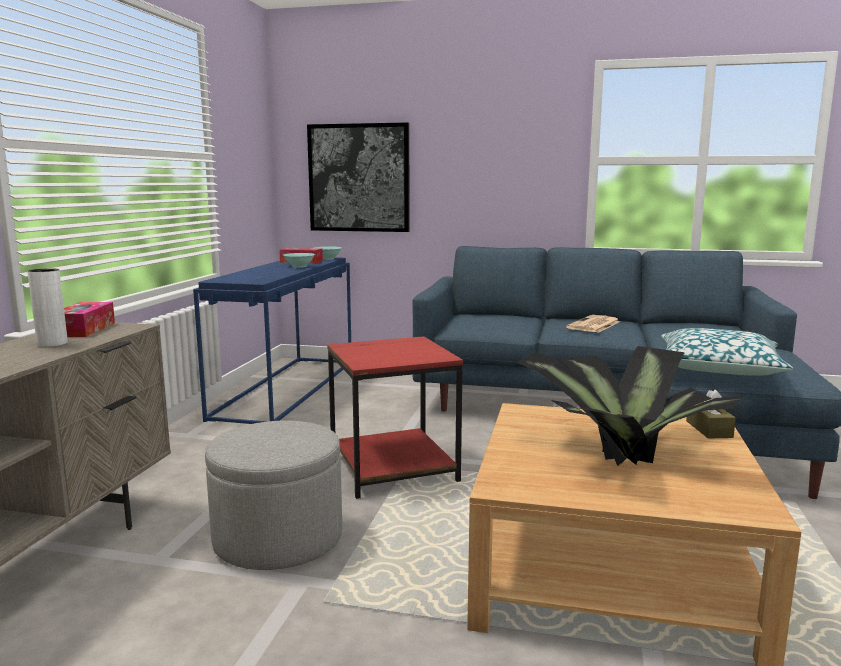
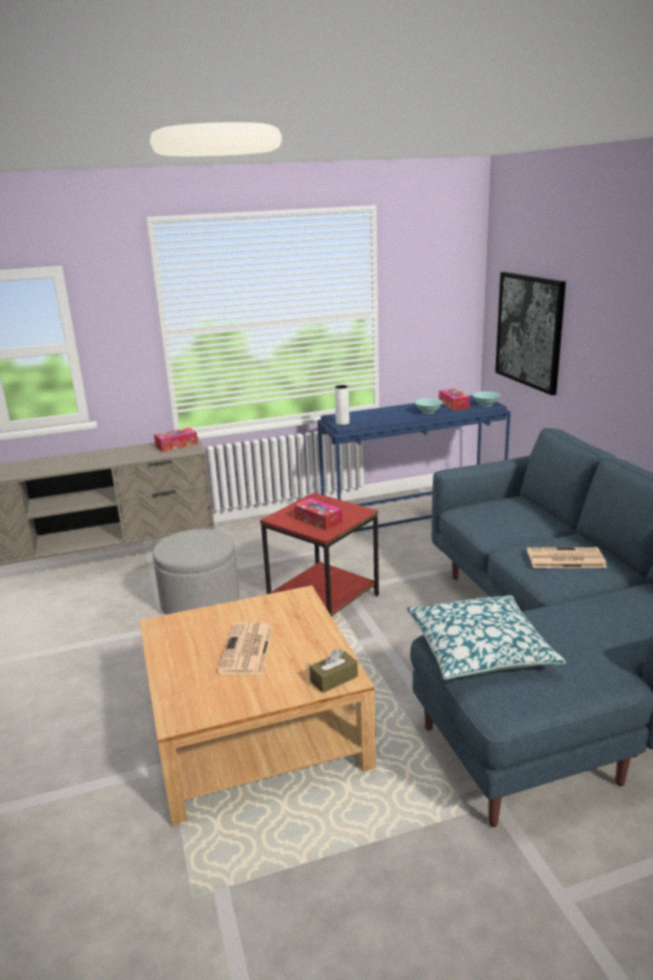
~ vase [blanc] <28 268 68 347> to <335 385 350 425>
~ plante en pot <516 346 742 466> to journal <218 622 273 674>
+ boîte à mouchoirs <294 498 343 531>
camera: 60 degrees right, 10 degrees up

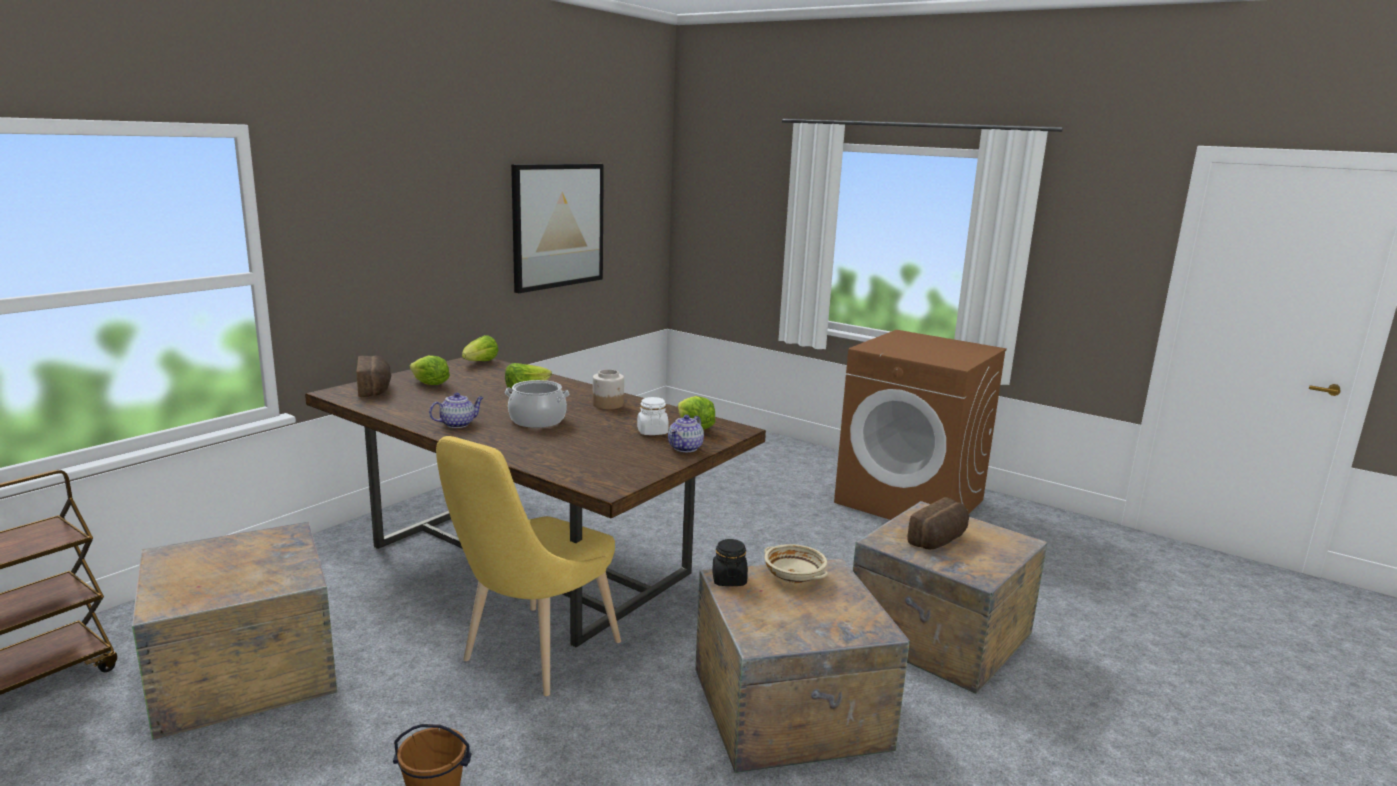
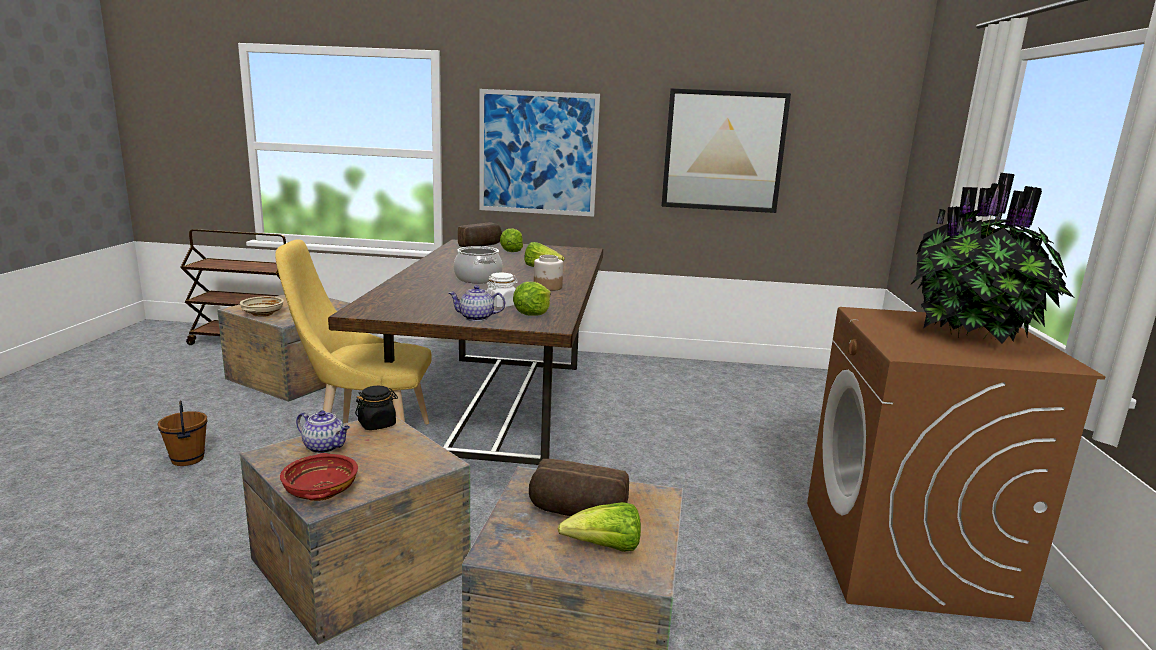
~ laitue <462 335 498 361> to <558 502 641 552>
~ théière <429 392 484 428> to <296 411 350 453>
~ bol [beige] <764 544 828 584> to <240 296 284 317>
+ tableau <479 89 600 217>
+ plante en pot <910 173 1075 344>
+ bol [rouge] <280 453 358 501>
camera: 60 degrees right, 0 degrees up

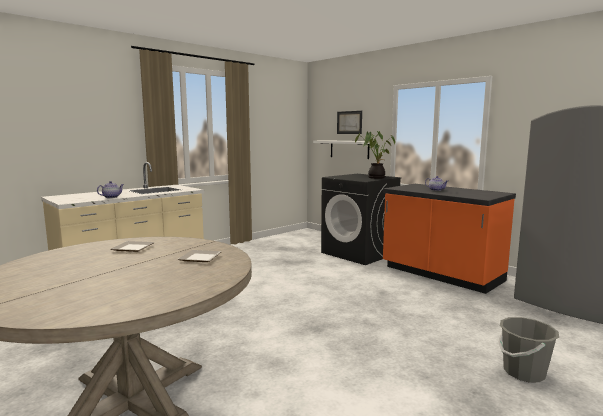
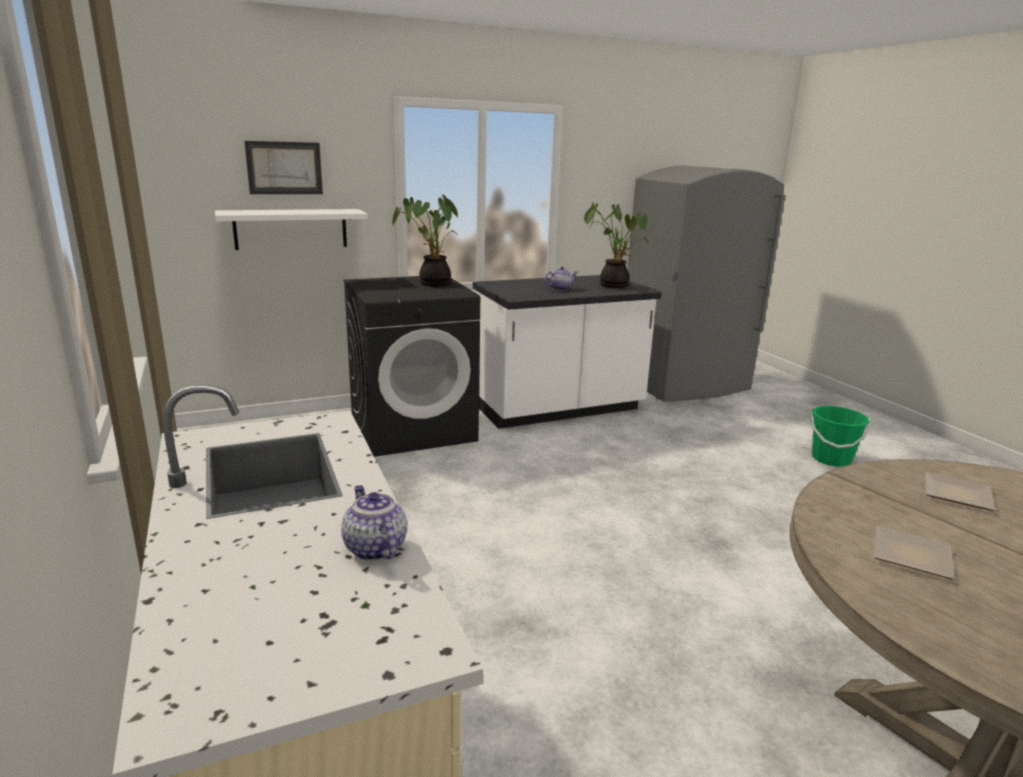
~ comptoir de cuisine [orange] <383 184 516 294> to comptoir de cuisine [blanc] <473 275 662 429>
~ seau [gris] <498 317 559 382> to seau [vert] <810 406 870 467>
+ plante en pot <584 202 649 288>
camera: 70 degrees left, 10 degrees up

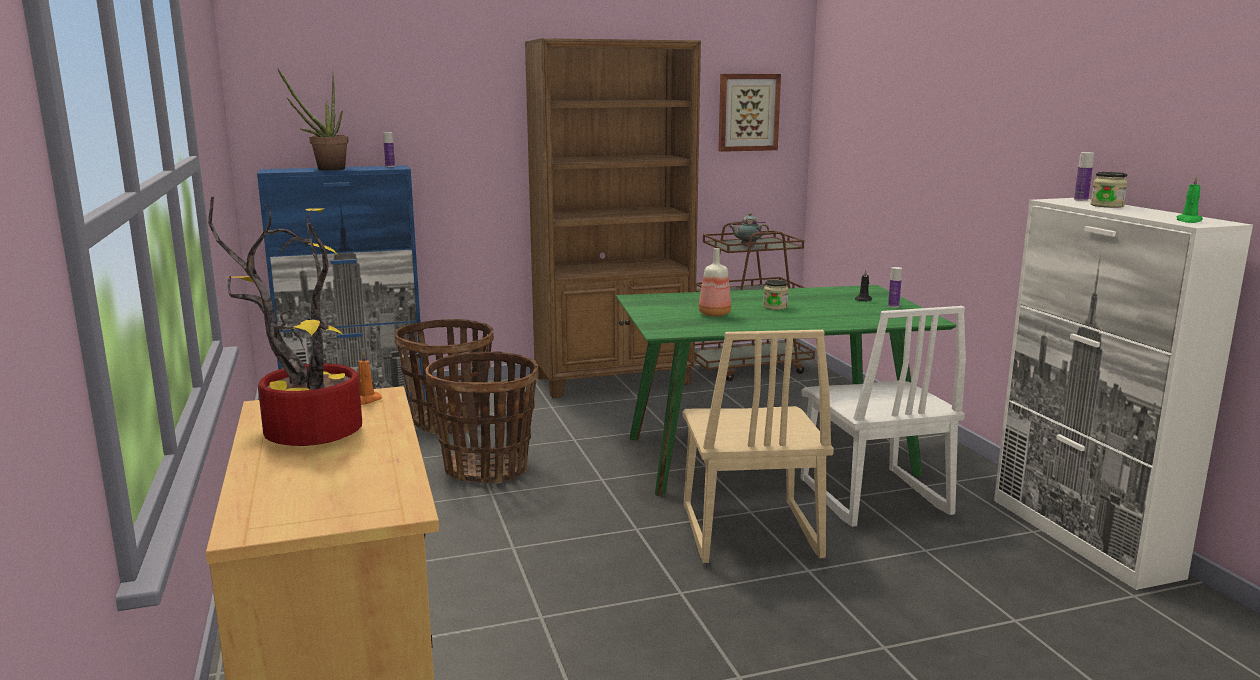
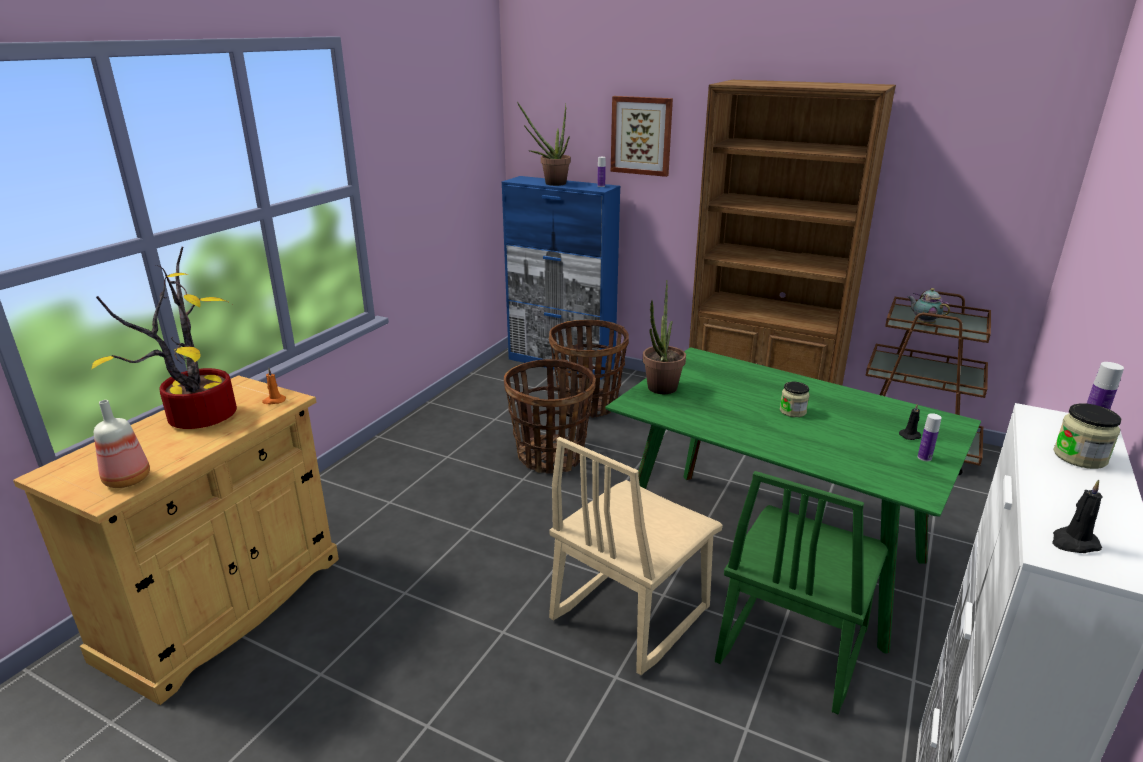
~ tableau <718 74 781 152> to <611 96 673 177>
~ bougie [vert] <1176 175 1203 223> to bougie [noir] <1052 480 1103 553>
~ bouteille <699 248 731 317> to <94 400 150 488>
~ chaise [blanc] <801 306 966 527> to chaise [vert] <715 471 888 714>
+ plante en pot <643 280 686 394>
camera: 45 degrees right, 10 degrees up

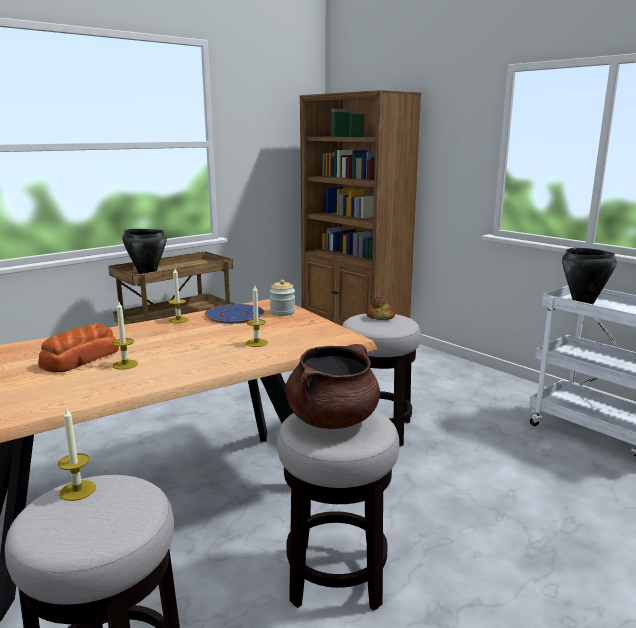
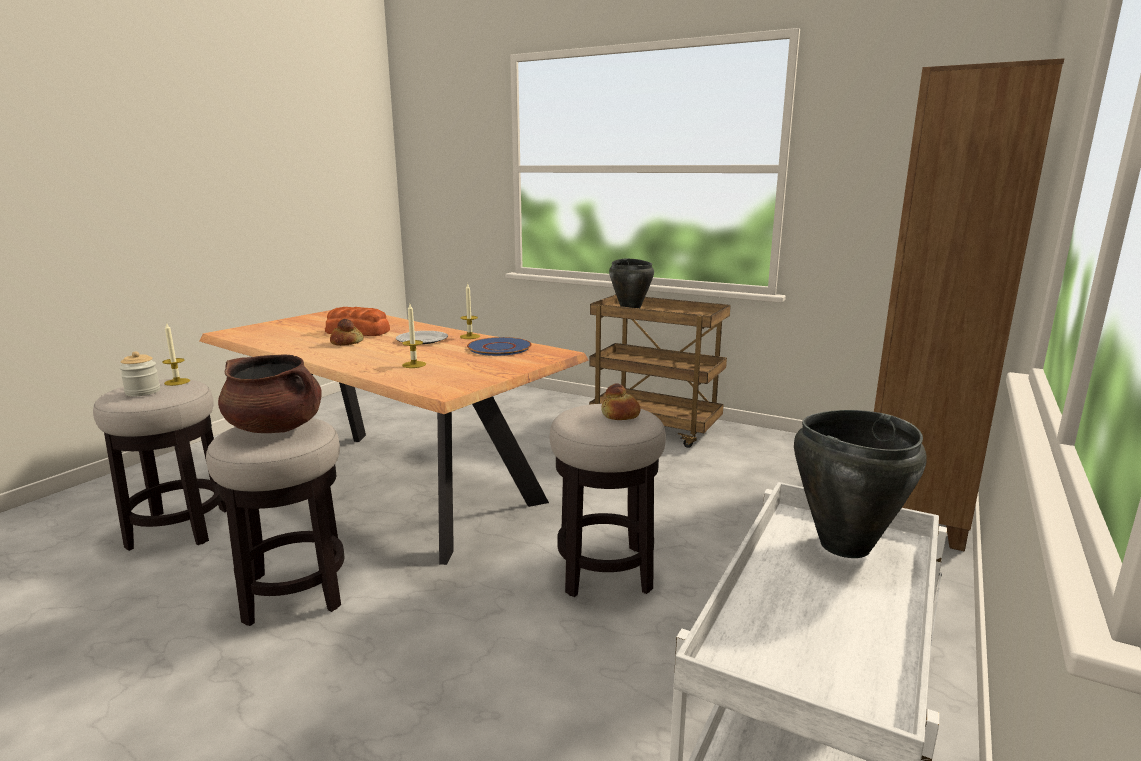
~ bocal <270 280 295 316> to <119 351 160 396>
~ bougie <112 302 138 370> to pain <330 319 364 346>
+ assiette <396 331 448 344>
camera: 70 degrees right, 0 degrees up

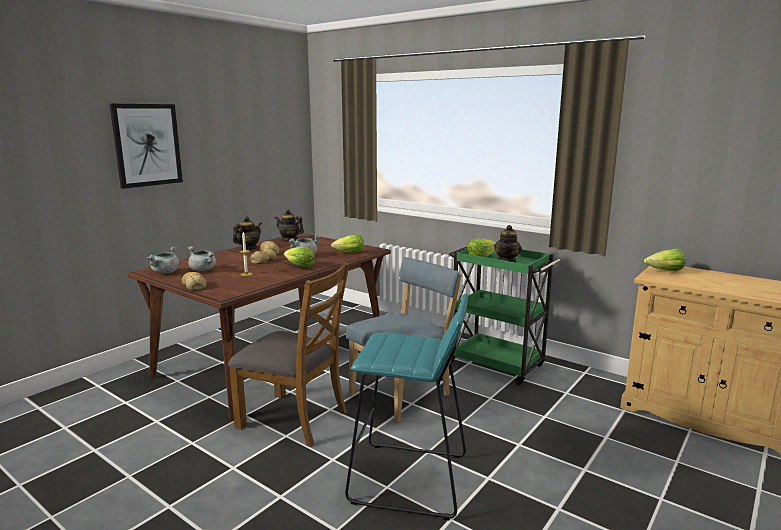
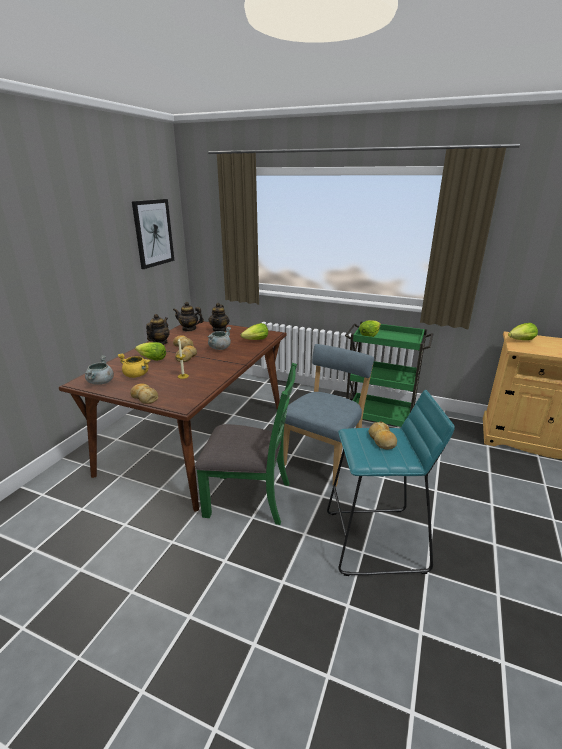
~ tableau <110 104 183 189> to <132 199 175 269>
~ théière <494 225 522 262> to <208 303 230 332>
~ marmite [gris] <188 246 216 271> to marmite [jaune] <117 353 150 378>
~ laitue <284 247 315 268> to <135 342 166 361>
~ chaise [marron] <228 262 350 447> to chaise [vert] <195 363 297 525>
+ pain <369 421 397 449>
camera: 15 degrees left, 10 degrees up

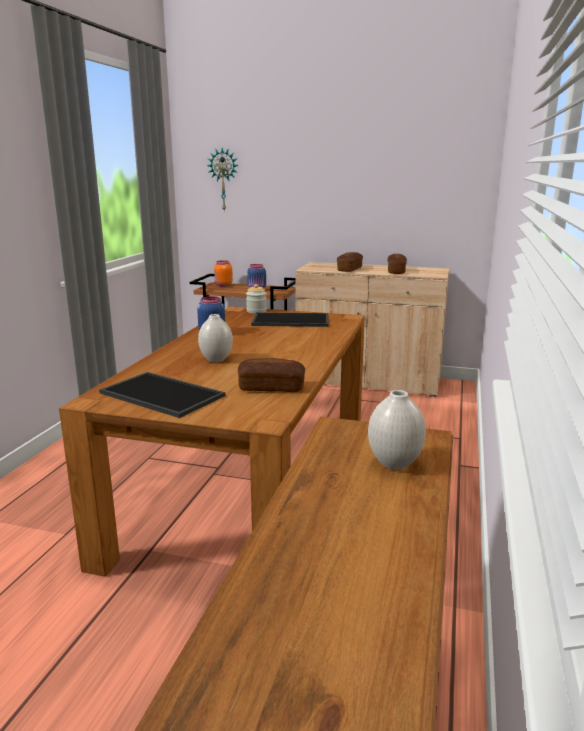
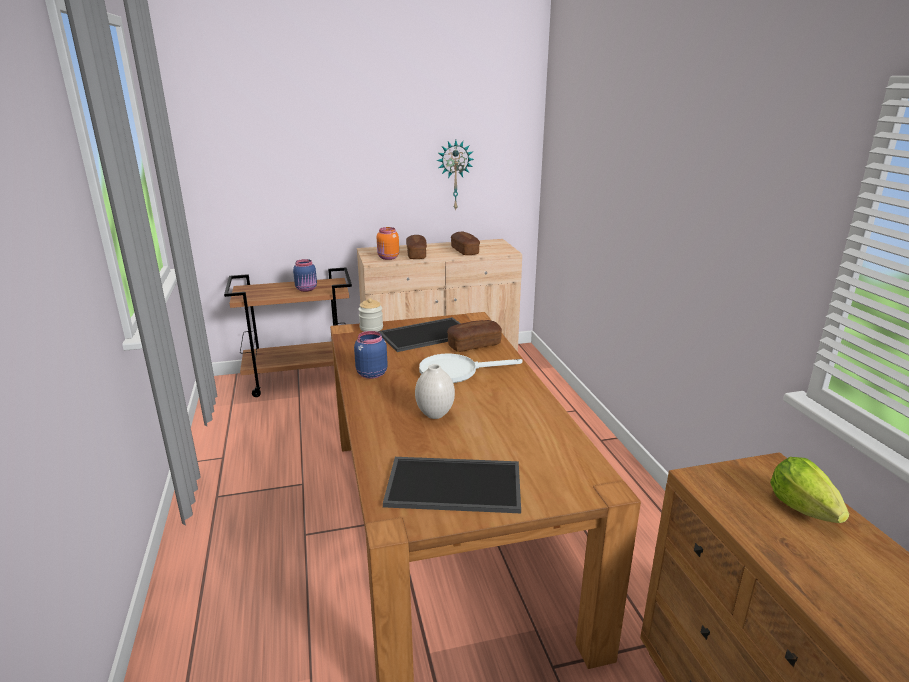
~ horloge murale <207 148 239 210> to <437 140 474 211>
~ bocal [orange] <214 260 233 286> to <377 227 399 260>
~ pain <238 358 305 392> to <447 320 502 352>
~ vase [blanc] <368 390 426 470> to laitue <770 457 849 523>
+ poêle [blanc] <419 354 522 383>
camera: 30 degrees left, 5 degrees up

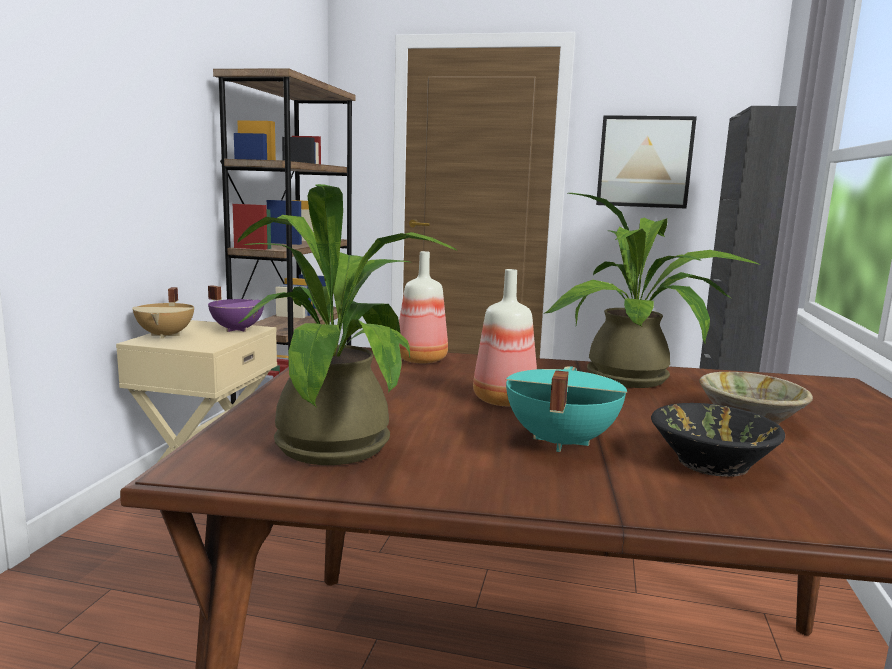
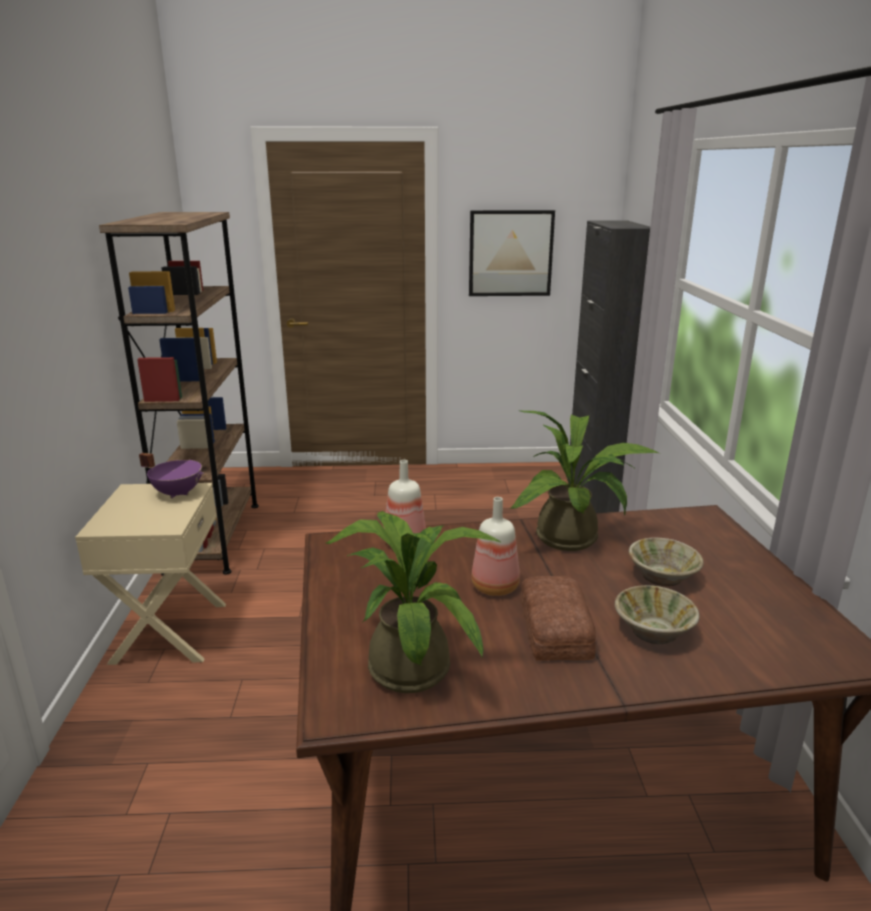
- marmite [beige] <132 287 194 339>
~ marmite [turquoise] <506 366 627 452> to pain <521 576 596 661>
~ bol [noir] <651 403 785 477> to bol [beige] <615 585 700 644>
camera: 15 degrees left, 10 degrees up

